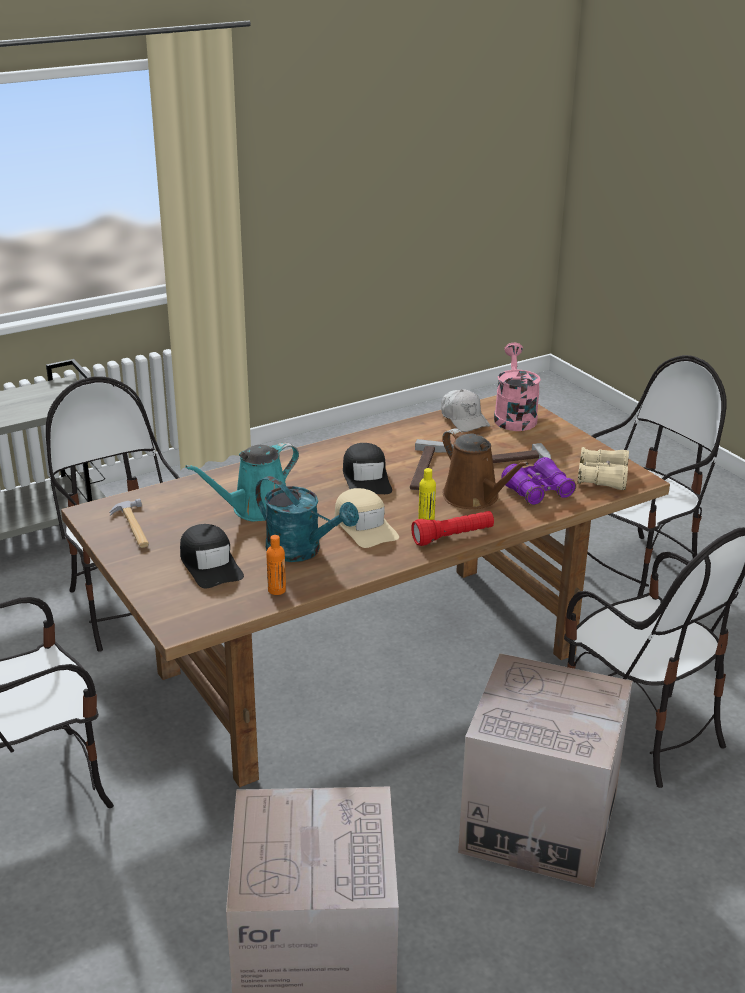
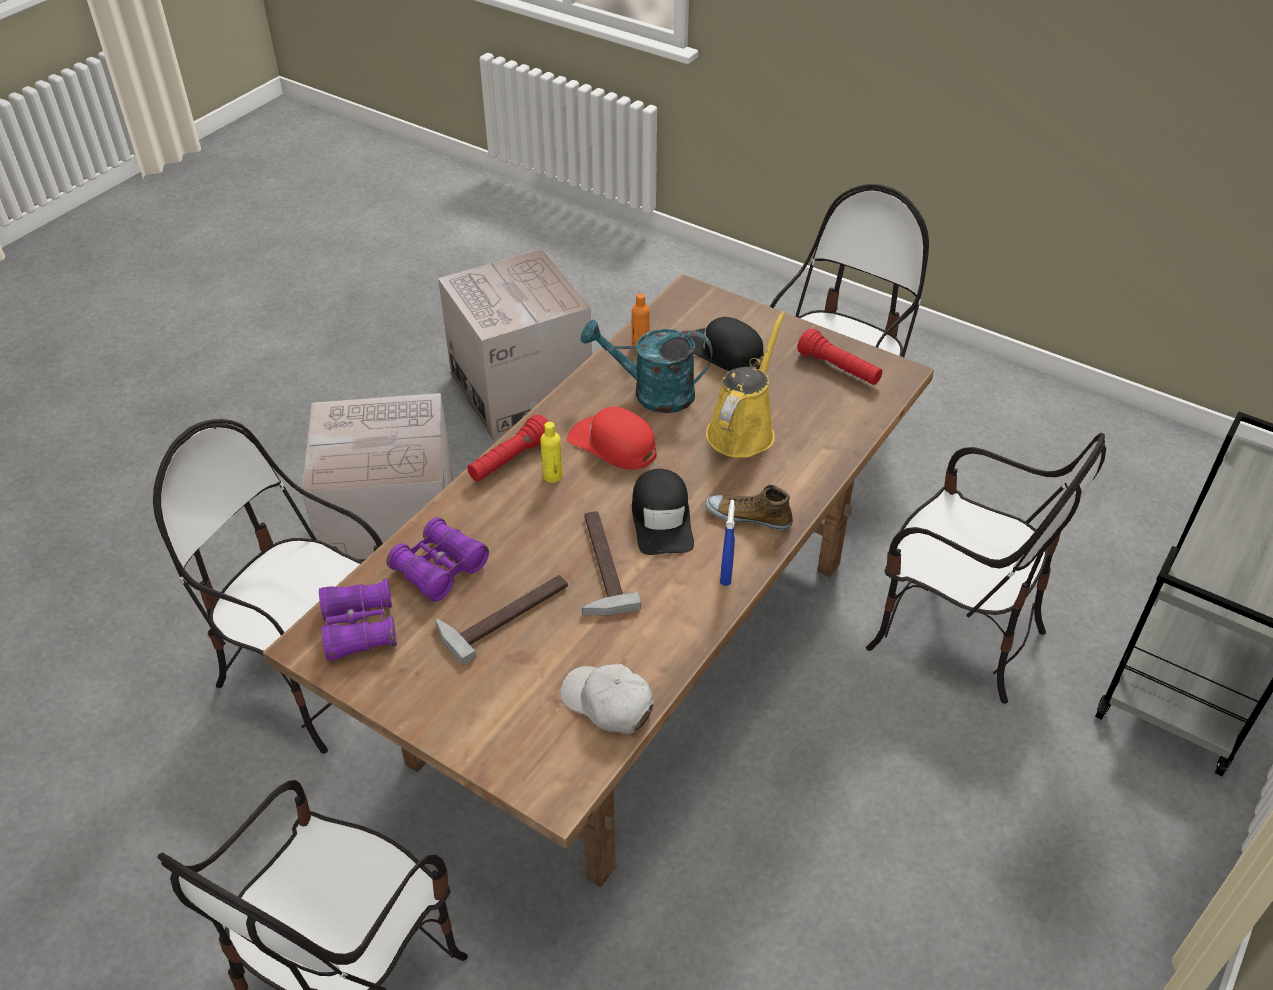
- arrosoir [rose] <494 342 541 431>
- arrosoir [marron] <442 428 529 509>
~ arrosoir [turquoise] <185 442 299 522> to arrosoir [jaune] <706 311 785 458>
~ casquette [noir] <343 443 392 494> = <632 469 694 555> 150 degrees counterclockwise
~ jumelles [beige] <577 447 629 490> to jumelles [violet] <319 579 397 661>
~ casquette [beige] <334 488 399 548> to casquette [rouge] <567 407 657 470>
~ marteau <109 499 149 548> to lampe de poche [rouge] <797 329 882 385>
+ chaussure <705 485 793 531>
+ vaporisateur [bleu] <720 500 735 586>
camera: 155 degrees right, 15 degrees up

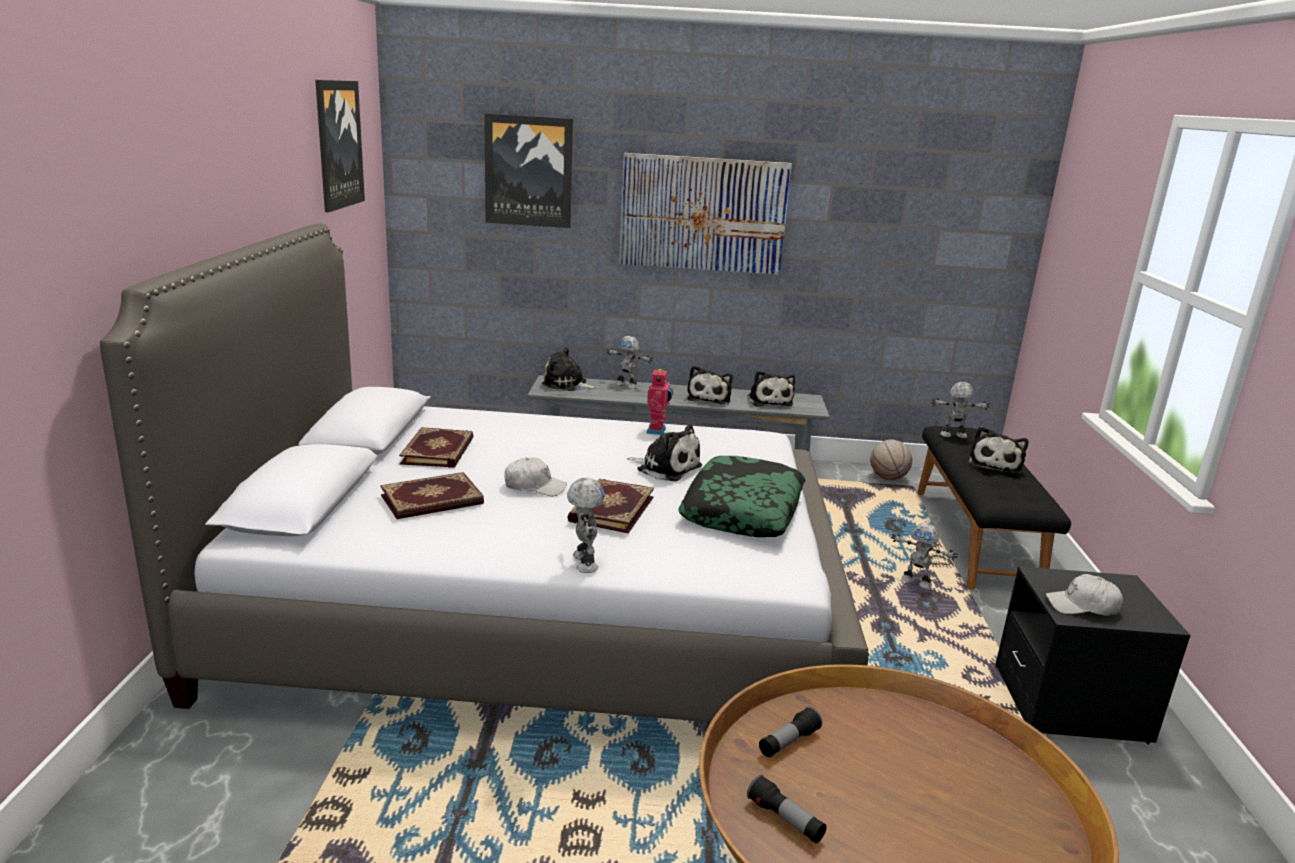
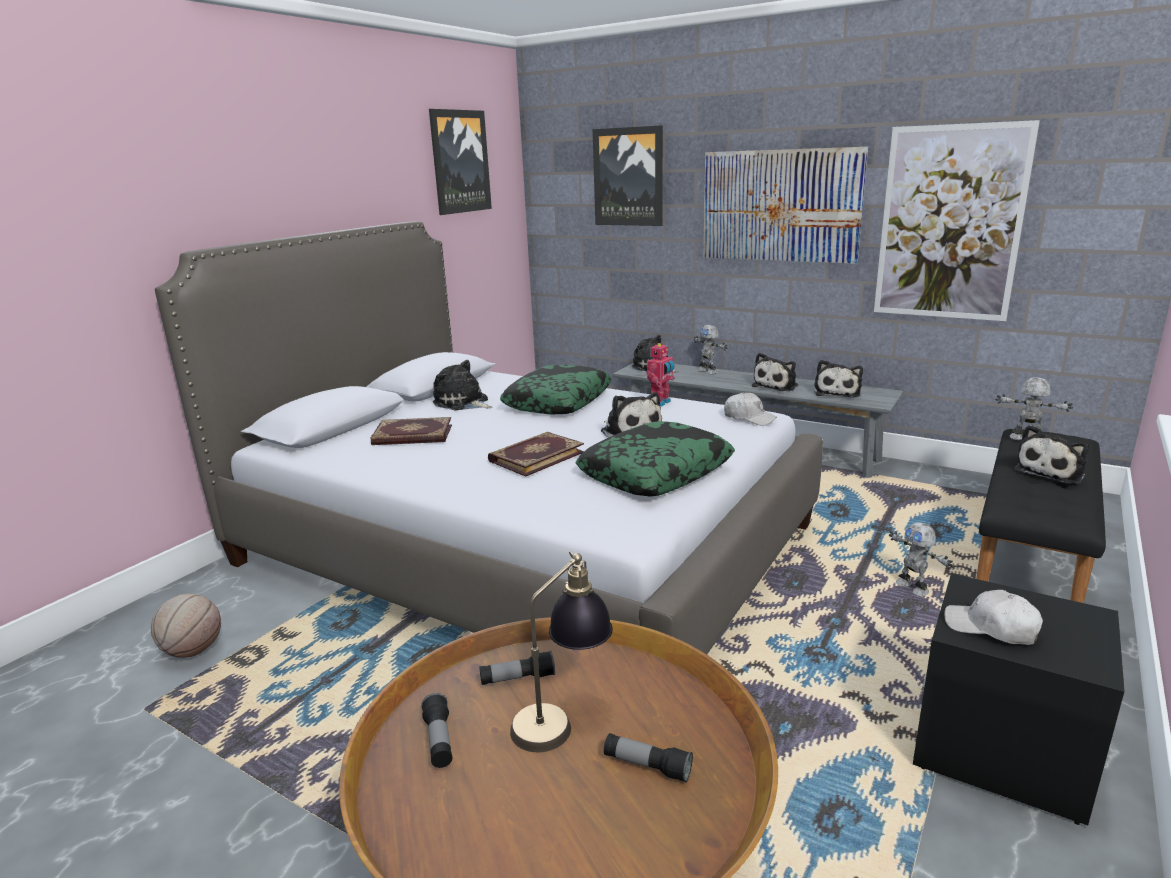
~ livre <399 427 474 468> to peluche <433 360 492 410>
~ ballon de basket <870 439 912 480> to <151 594 221 658>
~ casquette [blanc] <504 457 567 496> to <724 392 777 426>
- robot jouet <567 477 605 573>
+ tableau <874 120 1040 321>
+ coussin <500 365 612 414>
+ lampe de table <510 551 613 752>
+ lampe de poche <604 733 693 783>
camera: 30 degrees right, 0 degrees up

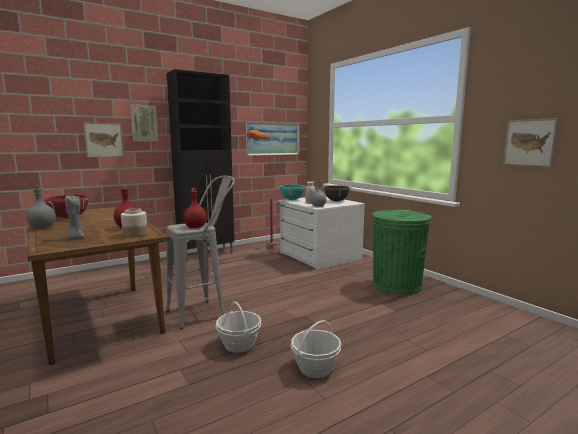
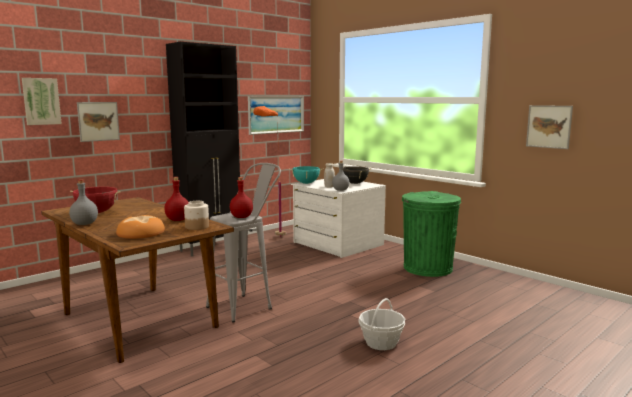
~ tableau <130 105 158 141> to <22 78 62 125>
~ bougie [gris] <65 195 85 239> to pain <116 215 165 239>
- panier <216 301 261 353>
camera: 10 degrees left, 0 degrees up

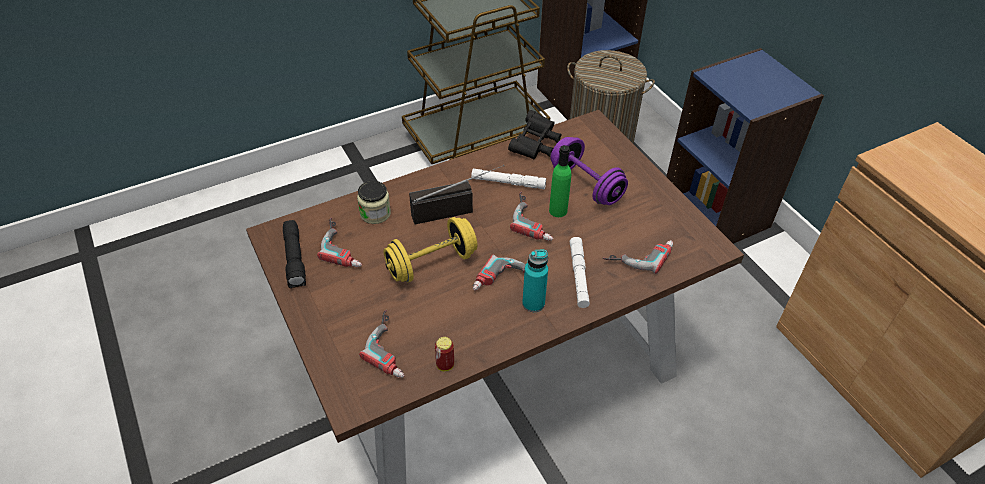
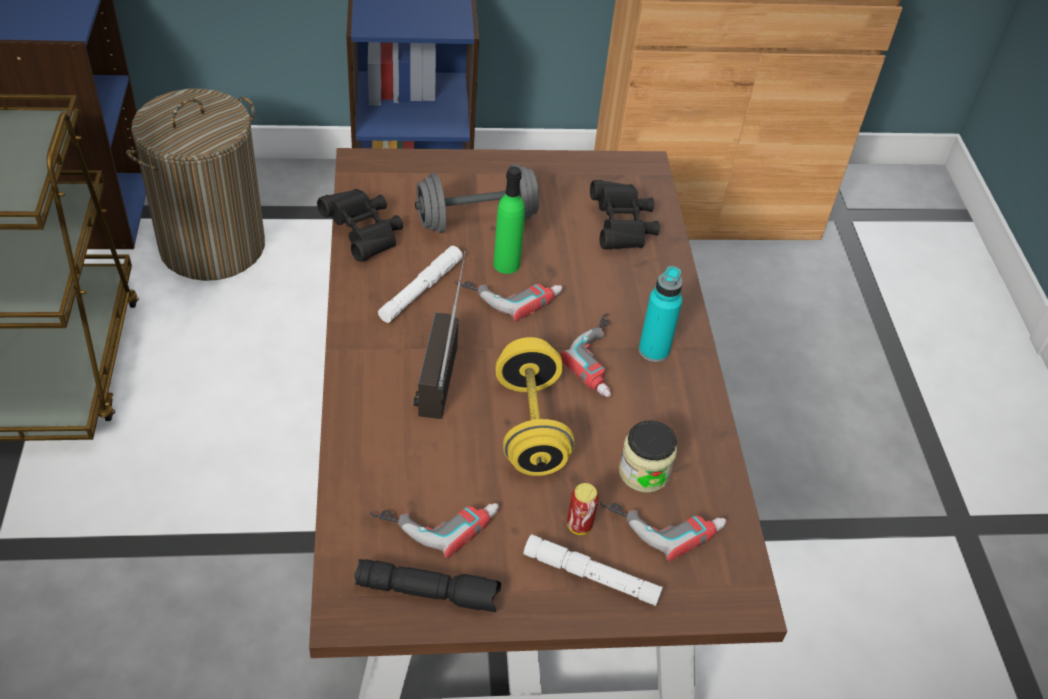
~ haltère [violet] <551 137 628 205> to haltère [gris] <415 164 539 233>
~ bocal <357 181 391 224> to <619 420 677 493>
~ lampe de poche [blanc] <570 237 590 308> to <523 534 663 606>
~ perceuse <603 240 673 274> to jumelles [noir] <590 180 660 250>
~ boîte métallique <435 337 454 371> to <567 483 599 535>
camera: 70 degrees left, 0 degrees up

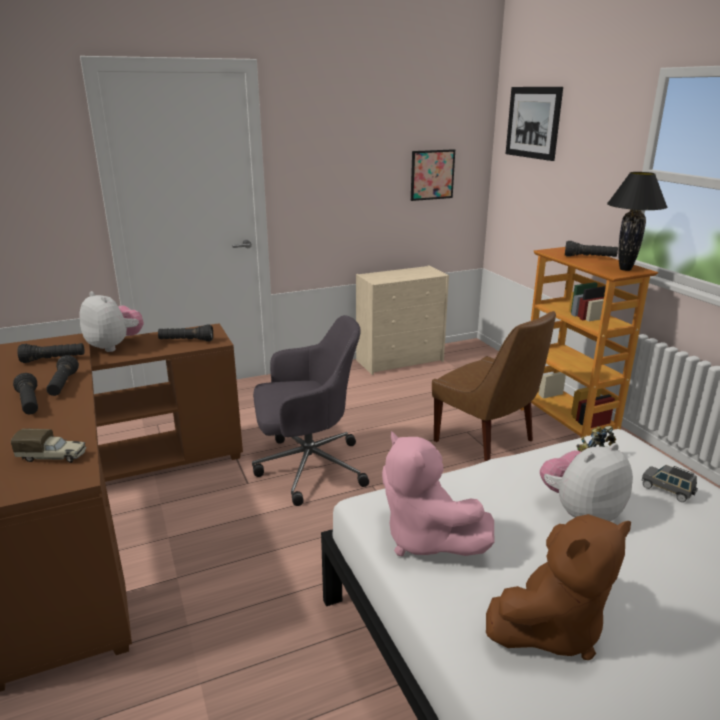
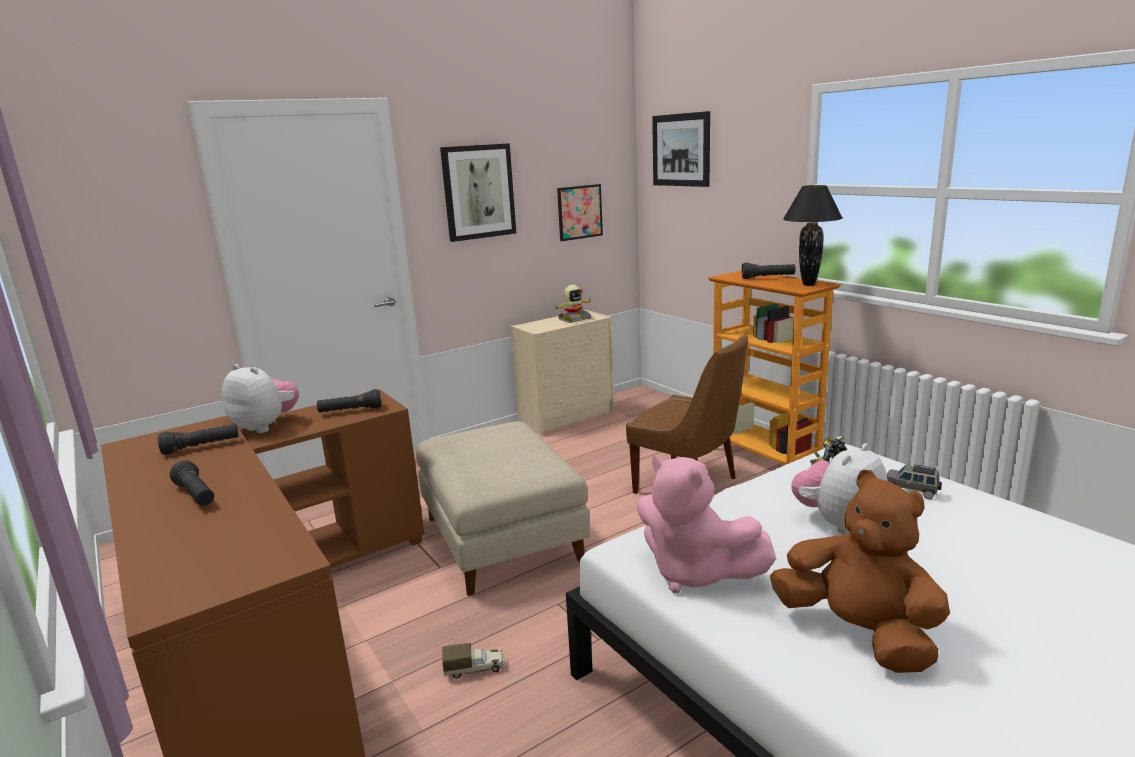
~ chaise de bureau [gris] <252 315 369 506> to pouf [beige] <416 421 590 596>
- lampe de poche [noir] <46 355 79 396>
~ camion jouet <11 429 86 463> to <442 643 505 678>
~ peluche [marron] <486 514 631 660> = <770 470 950 673> 90 degrees counterclockwise
+ tableau <440 143 516 242>
+ robot jouet <555 285 592 323>
camera: 10 degrees left, 5 degrees down

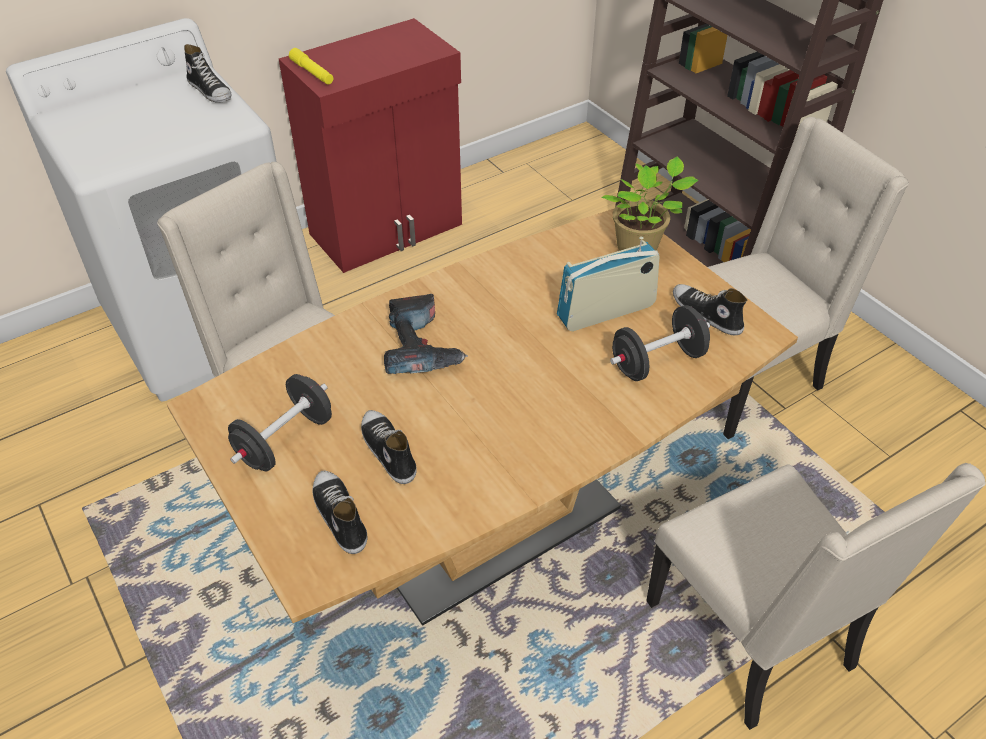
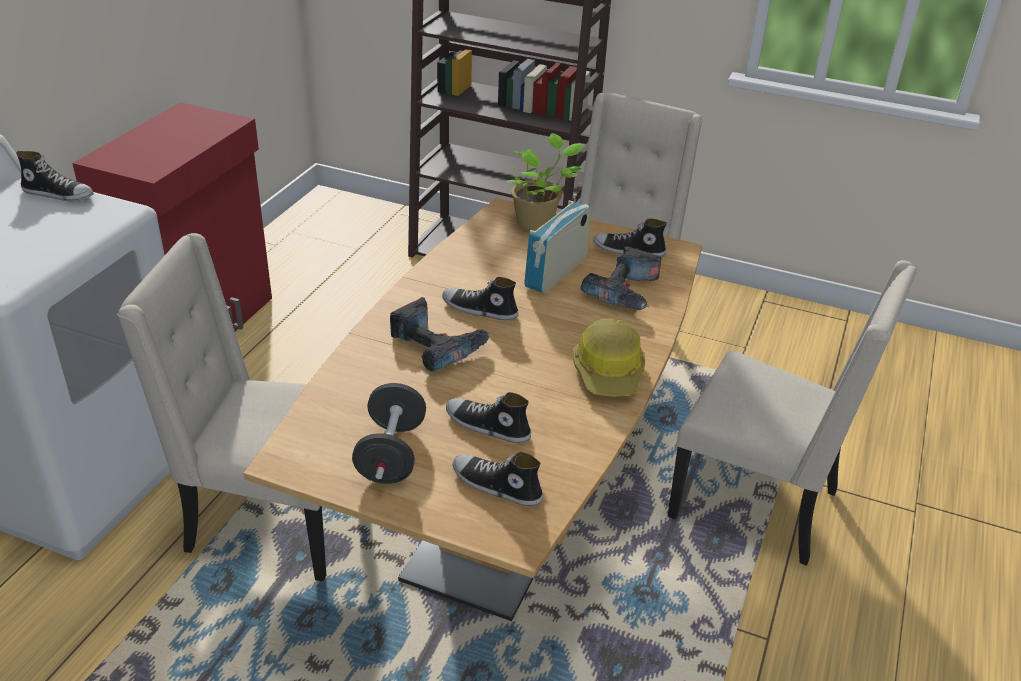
- lampe de poche [jaune] <289 48 333 84>
~ haltère [noir] <610 305 710 381> to perceuse <580 246 662 310>
+ chaussure <442 277 518 320>
+ casque de chantier <573 318 645 396>
camera: 35 degrees left, 10 degrees down

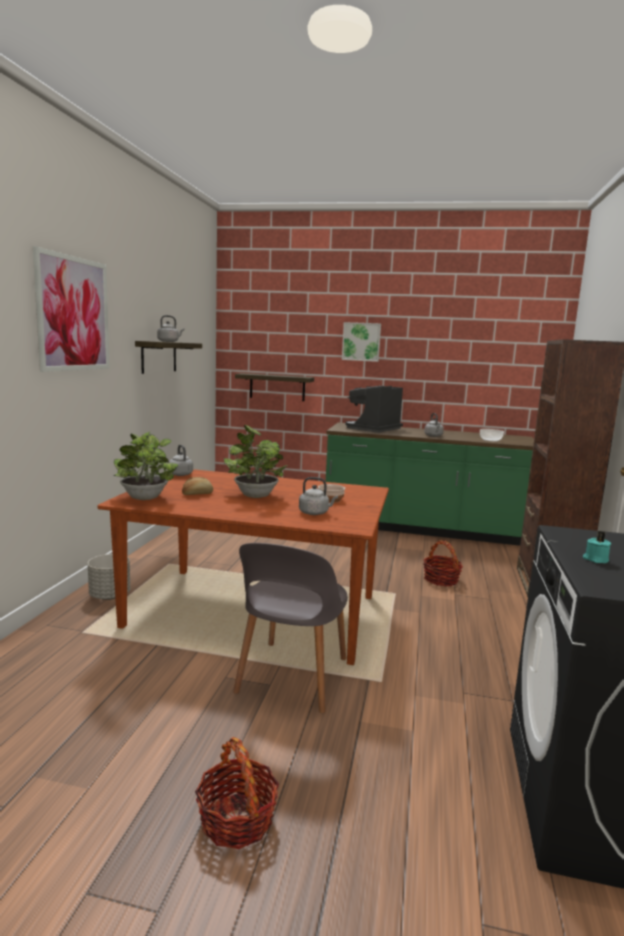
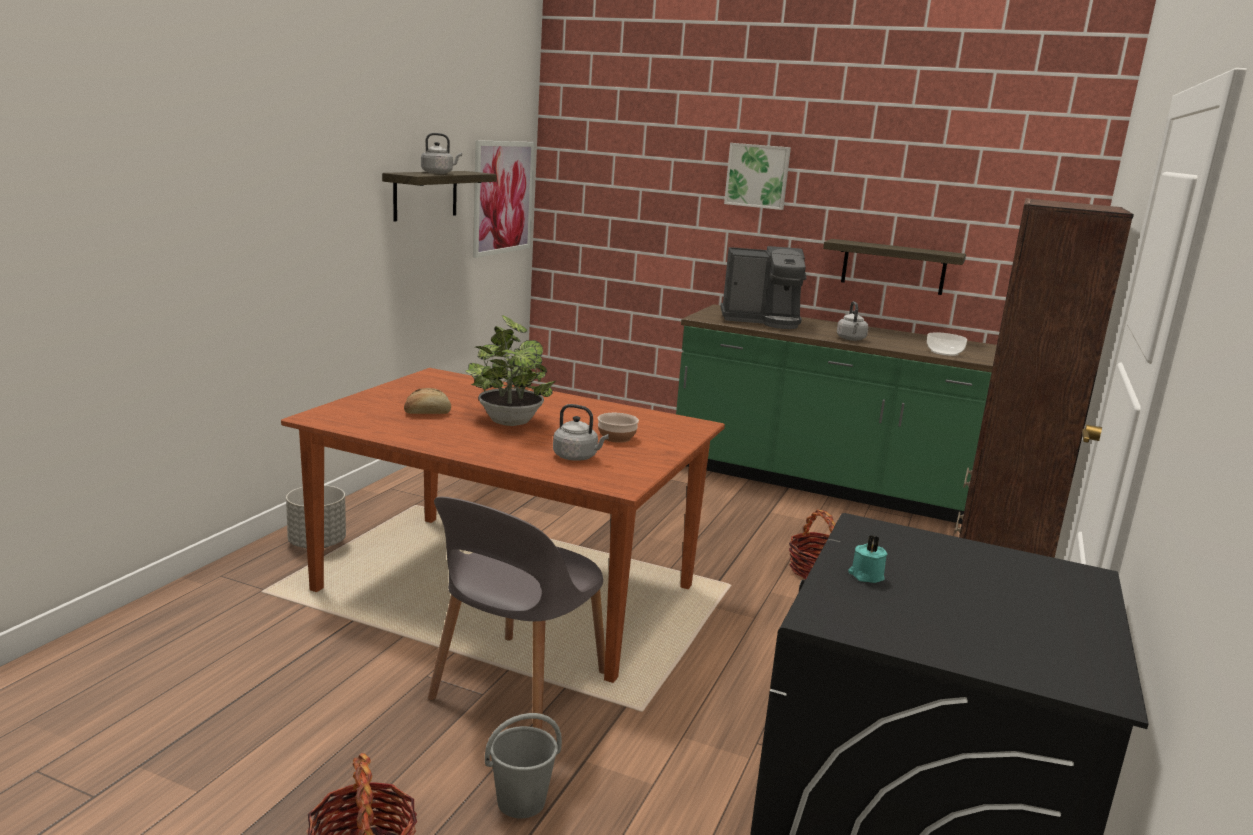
~ tableau <33 246 109 372> to <473 140 534 258>
~ étagère <235 373 314 401> to <823 239 966 295>
~ machine à café <345 386 403 433> = <720 246 806 329> 135 degrees counterclockwise
- plante en pot <114 432 178 500>
- bouilloire [gris] <169 445 193 476>
+ seau [gris] <485 713 562 818>
camera: 10 degrees right, 5 degrees up

